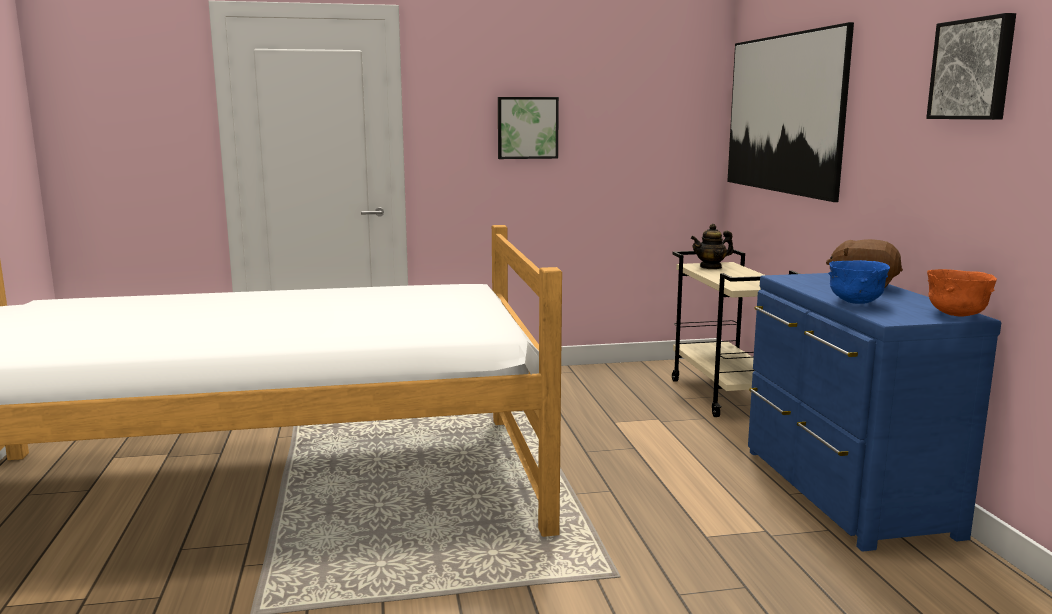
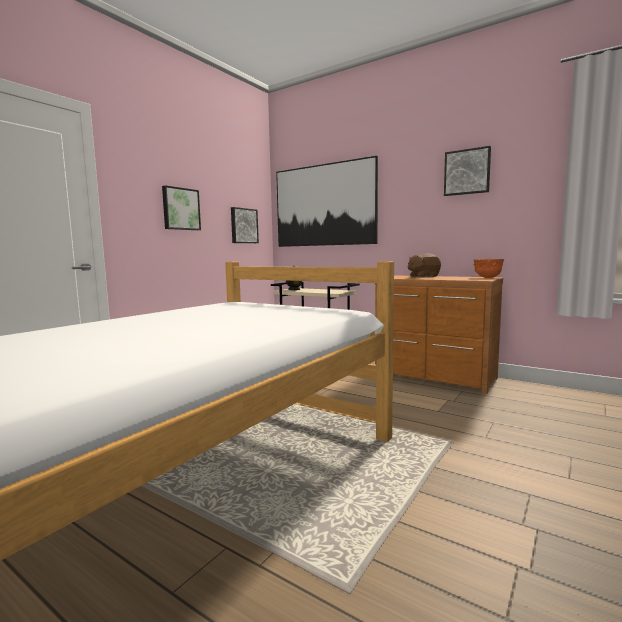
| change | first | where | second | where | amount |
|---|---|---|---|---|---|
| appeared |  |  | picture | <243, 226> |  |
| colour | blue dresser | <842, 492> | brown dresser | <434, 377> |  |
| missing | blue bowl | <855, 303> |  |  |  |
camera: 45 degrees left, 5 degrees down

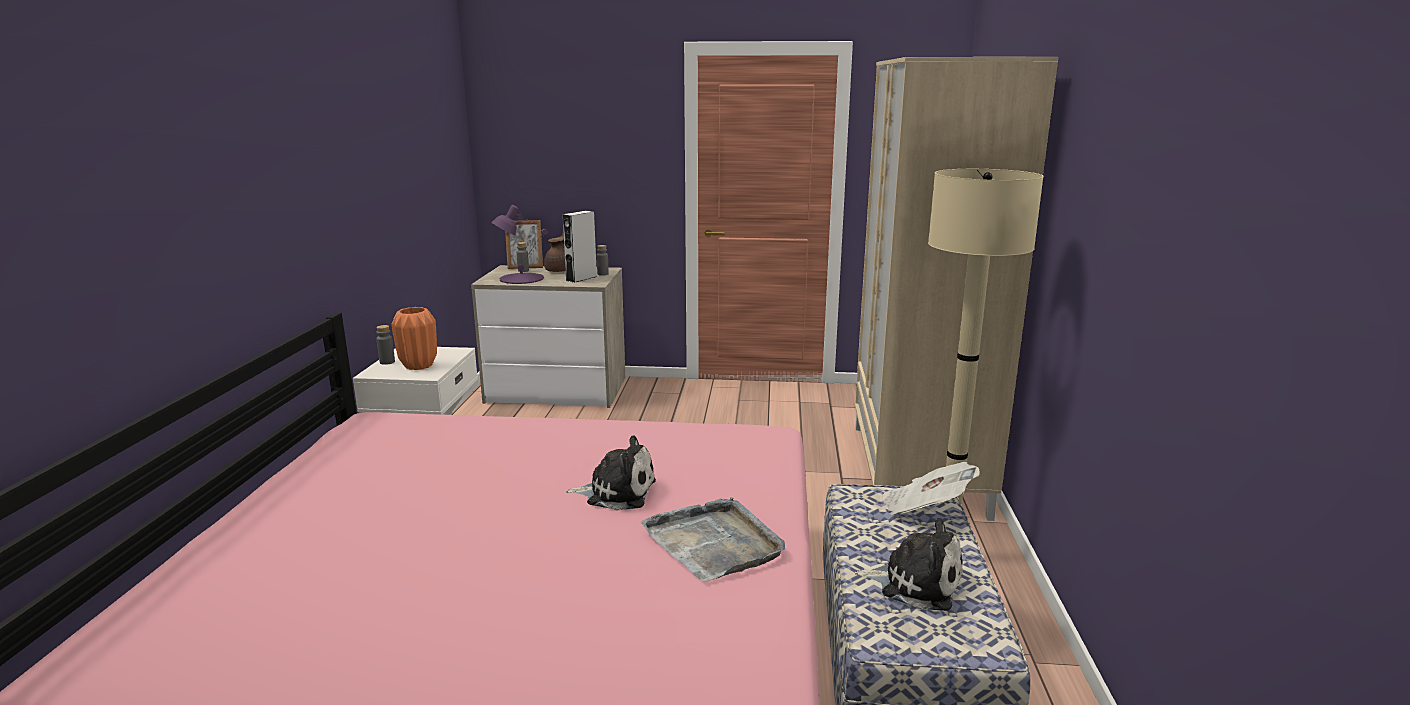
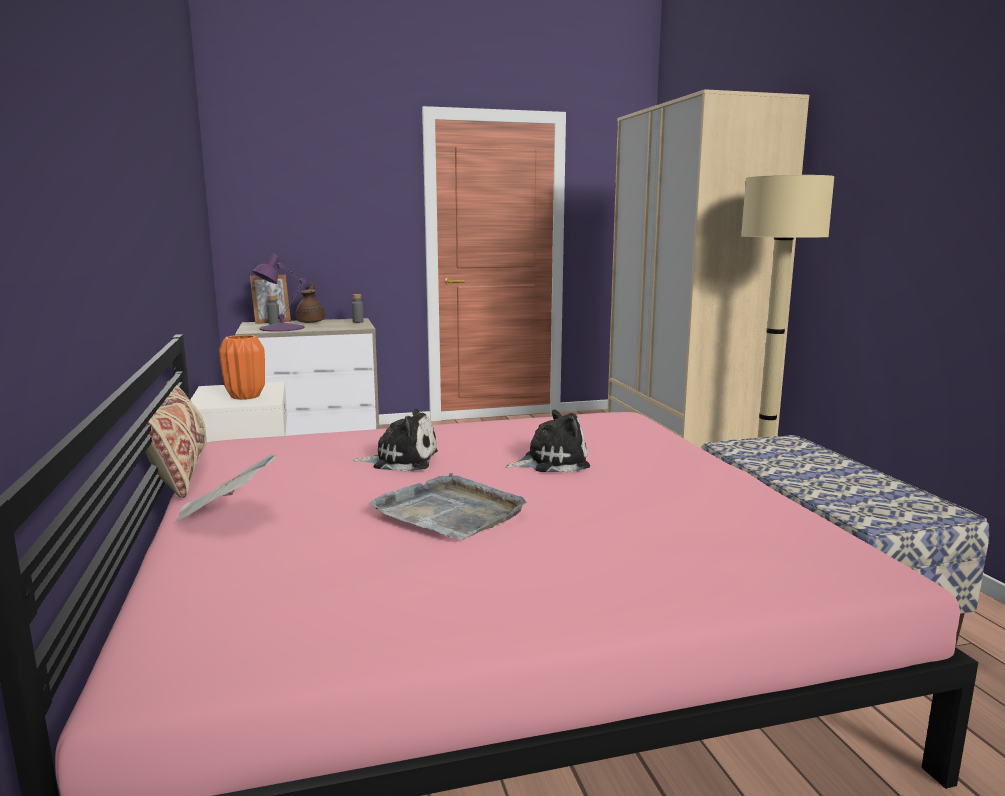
| change | first | where | second | where | amount |
|---|---|---|---|---|---|
| appeared |  |  | beige pillow | <180, 472> |  |
| relocated | newspaper | <925, 509> |  | <225, 514> |  |
| relocated | plush toy | <915, 583> |  | <401, 460> |  |
| relocated | grey tray | <714, 543> |  | <450, 511> |  |
| missing | grey bottle | <387, 362> |  |  |  |
| missing | grey speaker | <581, 278> |  |  |  |
camera: 20 degrees left, 5 degrees down

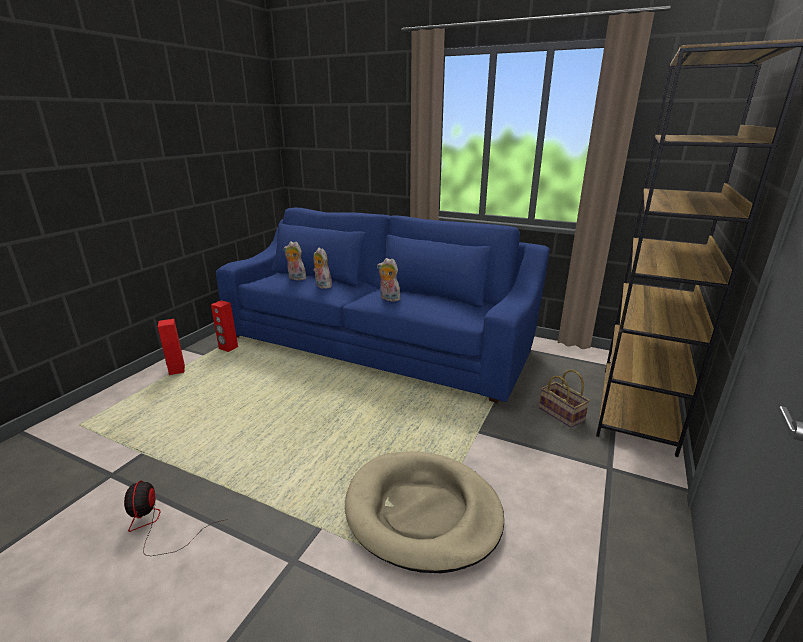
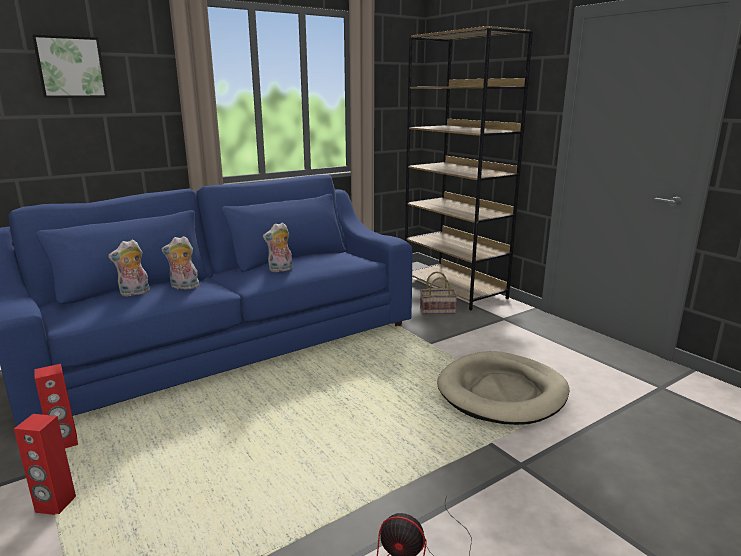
| change | first | where | second | where | amount |
|---|---|---|---|---|---|
| appeared |  |  | picture | <70, 67> |  |
camera: 60 degrees left, 5 degrees down

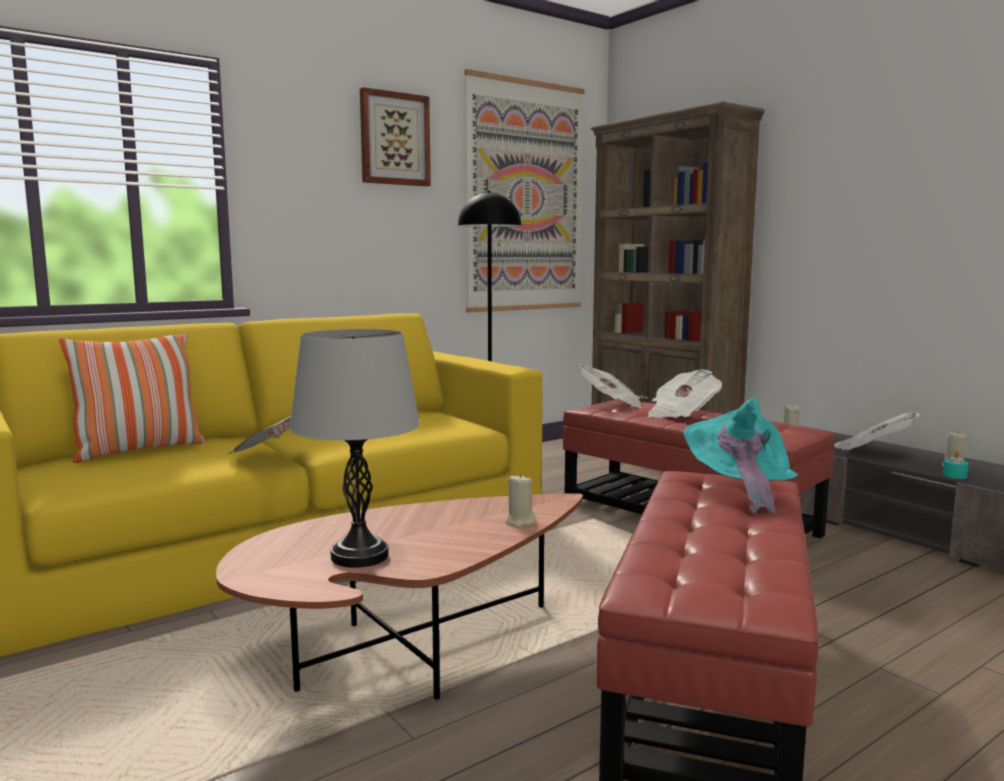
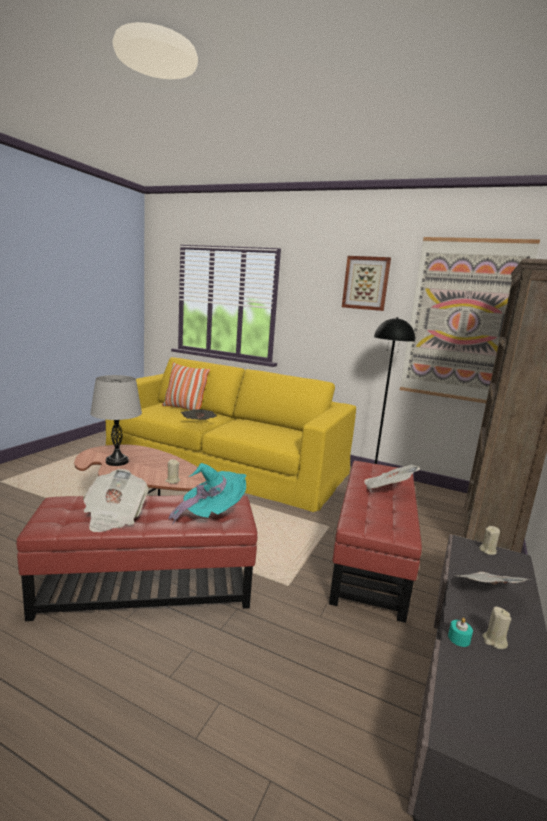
| change | first | where | second | where | amount |
|---|---|---|---|---|---|
| relocated | newspaper | <611, 404> |  | <114, 516> |  |
camera: 60 degrees right, 5 degrees up

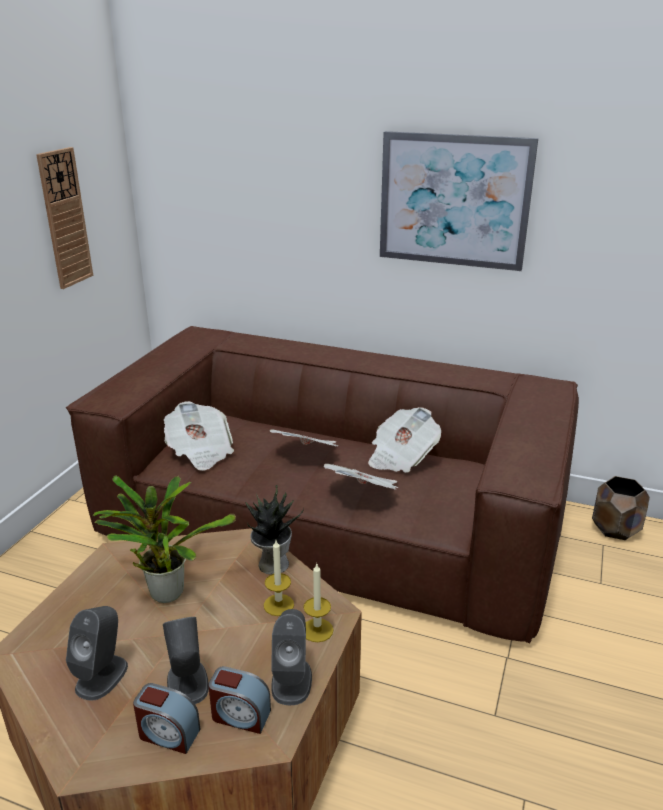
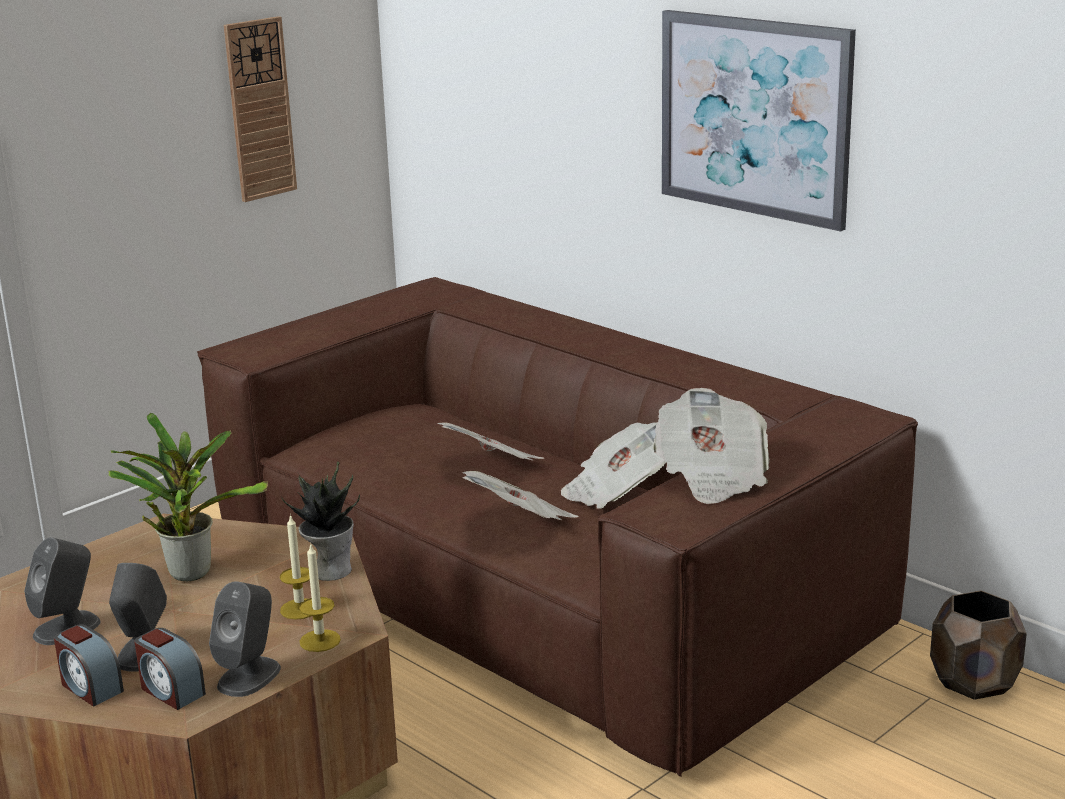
| change | first | where | second | where | amount |
|---|---|---|---|---|---|
| relocated | newspaper | <200, 452> |  | <711, 476> |  |
camera: 25 degrees right, 5 degrees down

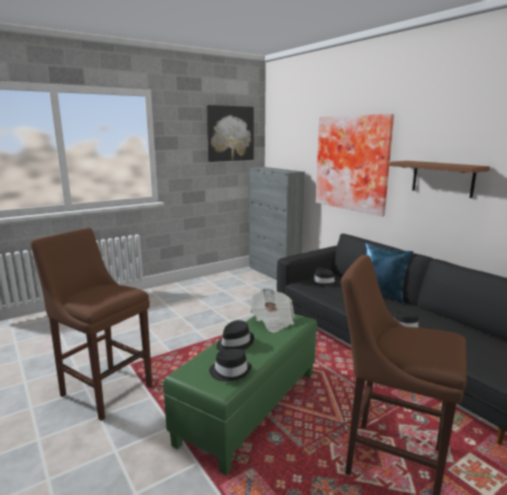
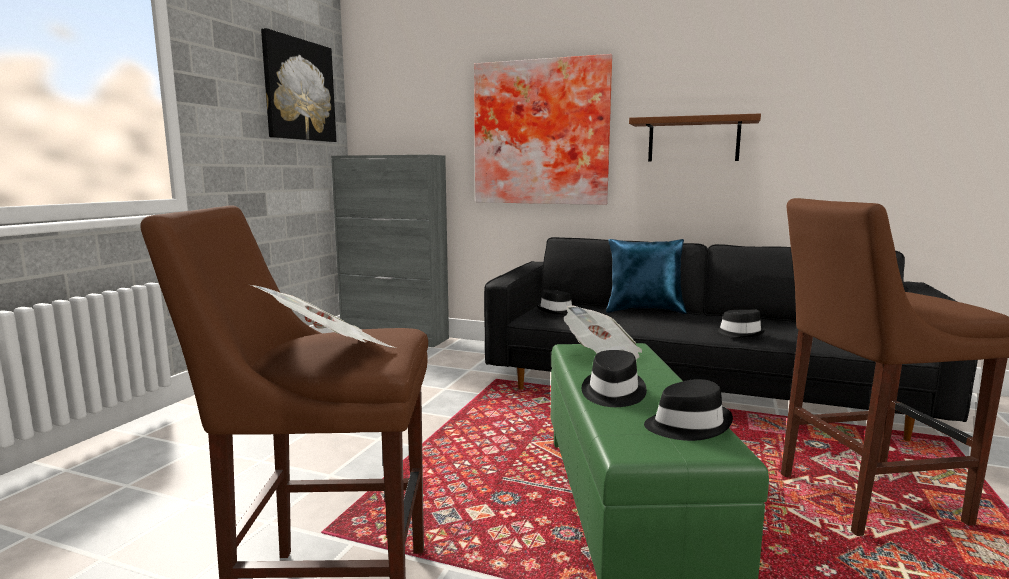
| change | first | where | second | where | amount |
|---|---|---|---|---|---|
| appeared |  |  | newspaper | <328, 352> |  |
camera: 35 degrees left, 5 degrees down

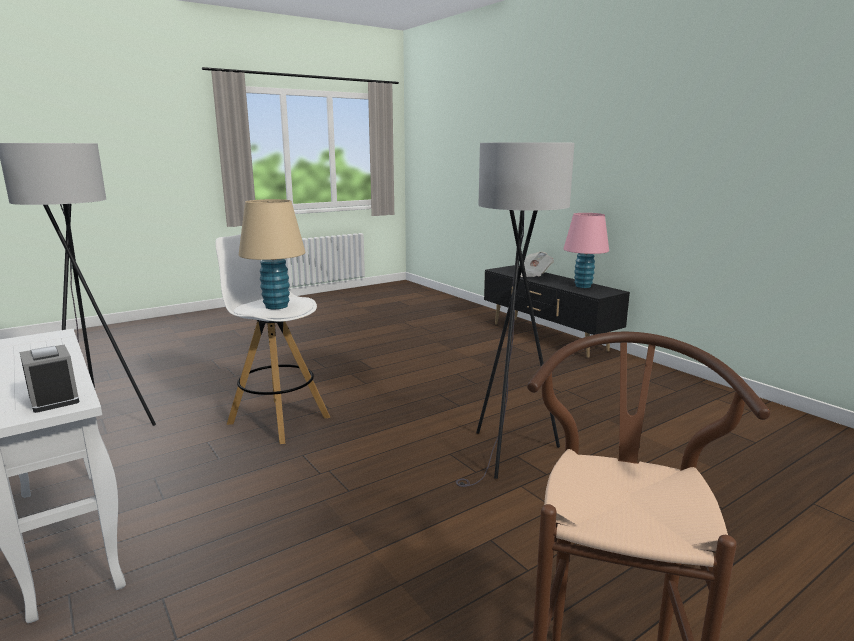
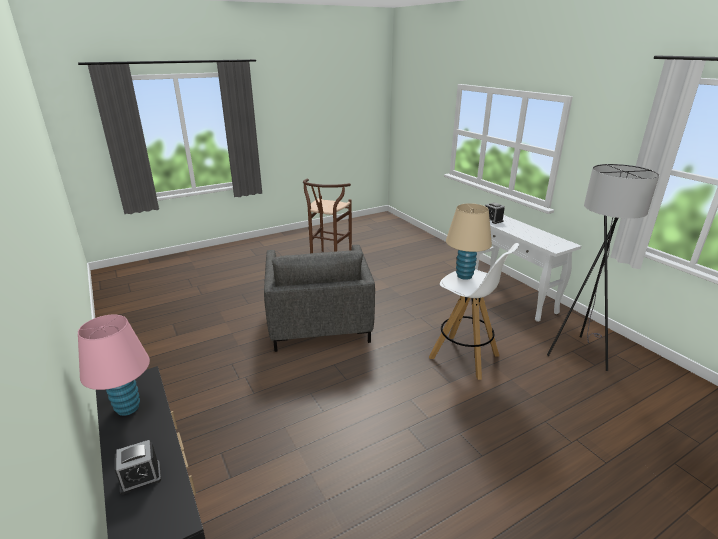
| change | first | where | second | where | amount |
|---|---|---|---|---|---|
| exchanged | newspaper | <533, 274> | alarm clock | <140, 477> |  |
| exchanged | grey floor lamp | <509, 456> | grey armchair | <319, 322> |  |
camera: 175 degrees left, 10 degrees up

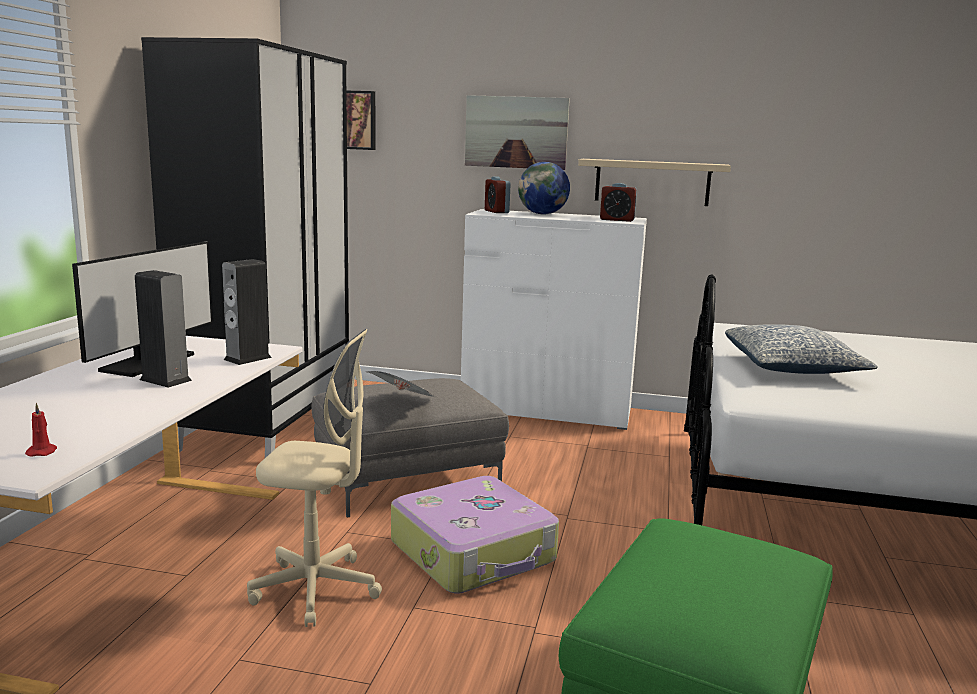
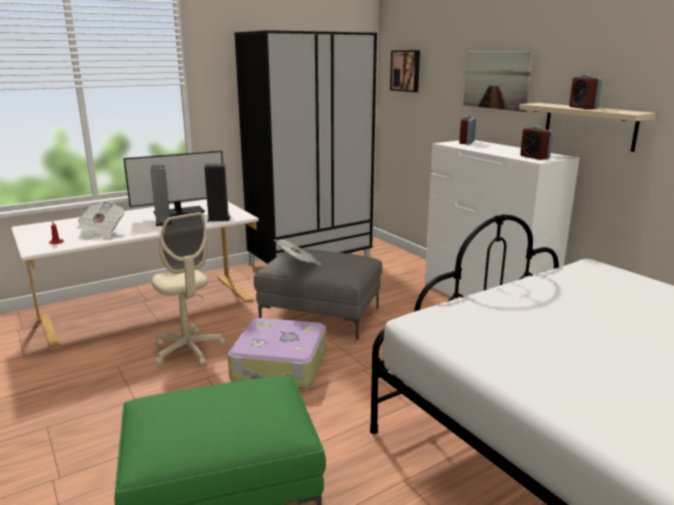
| change | first | where | second | where | amount |
|---|---|---|---|---|---|
| appeared |  |  | newspaper | <100, 233> |  |
| appeared |  |  | alarm clock | <583, 108> |  |
| missing | globe | <542, 214> |  |  |  |
| missing | pillow | <792, 368> |  |  |  |
camera: 45 degrees right, 5 degrees up

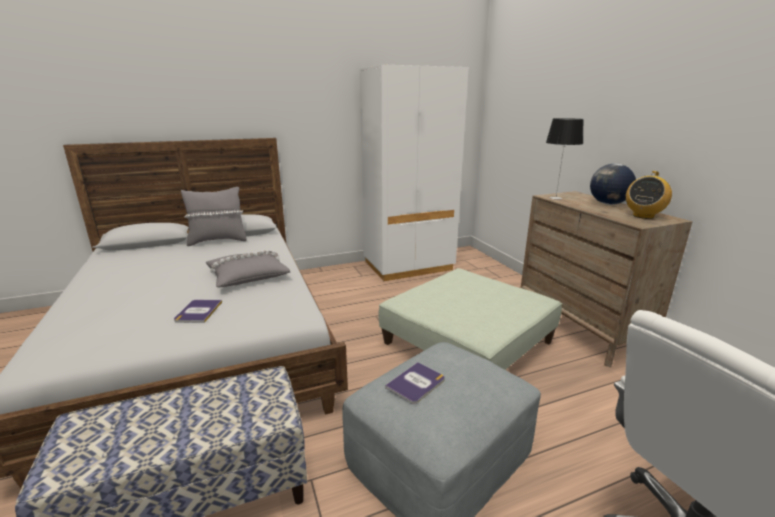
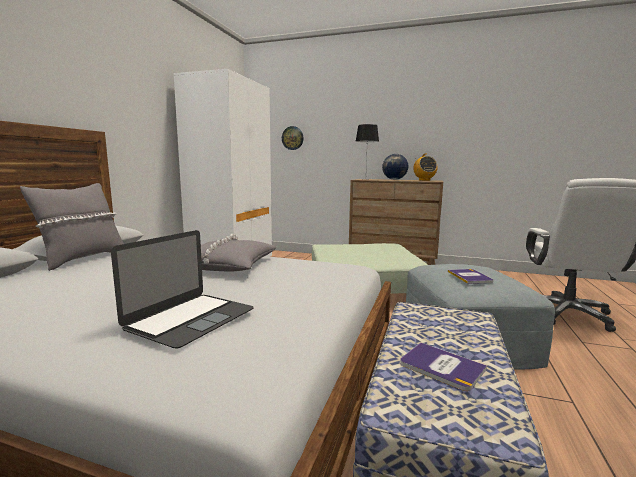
| change | first | where | second | where | amount |
|---|---|---|---|---|---|
| appeared |  |  | laptop | <190, 318> |  |
| appeared |  |  | wall clock | <292, 138> |  |
| relocated | book | <198, 311> |  | <441, 367> |  |
camera: 50 degrees left, 10 degrees down

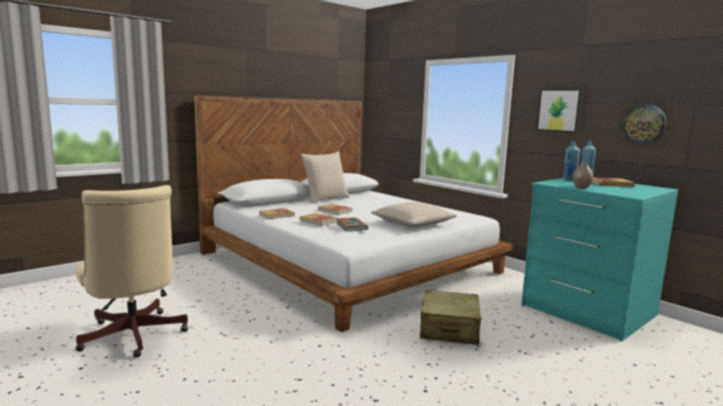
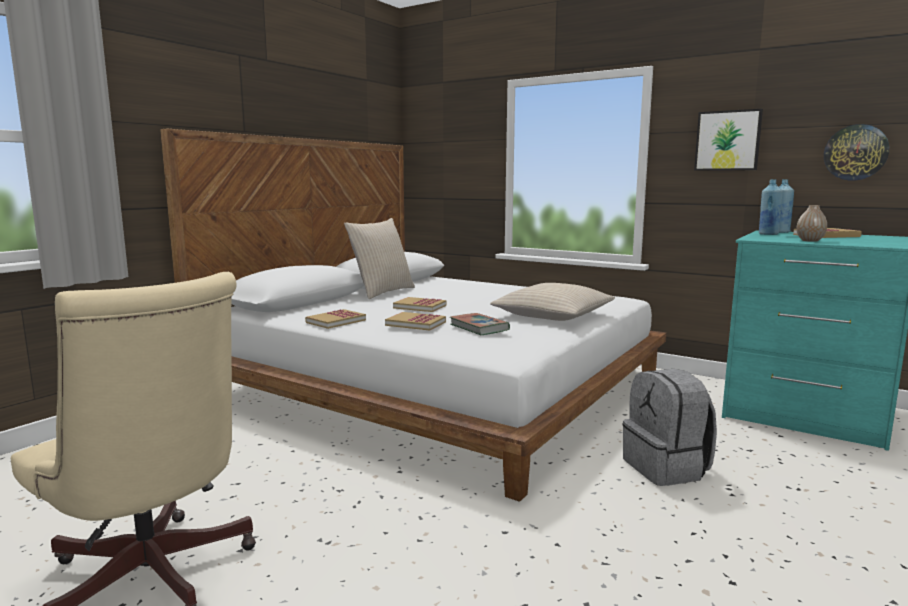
| change | first | where | second | where | amount |
|---|---|---|---|---|---|
| exchanged | beige suitcase | <449, 329> | grey backpack | <666, 468> |  |
camera: 15 degrees left, 0 degrees up

